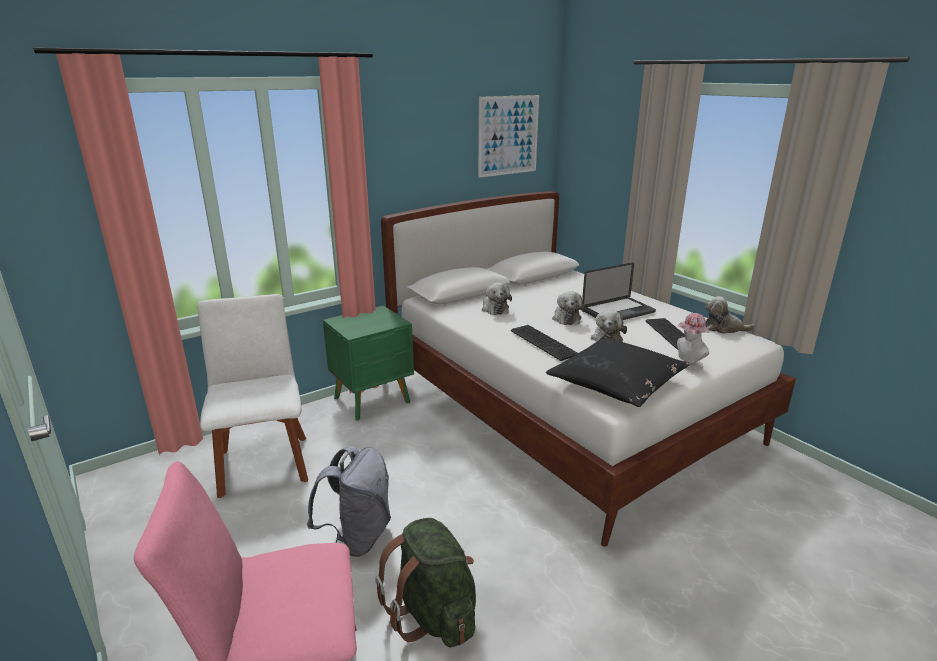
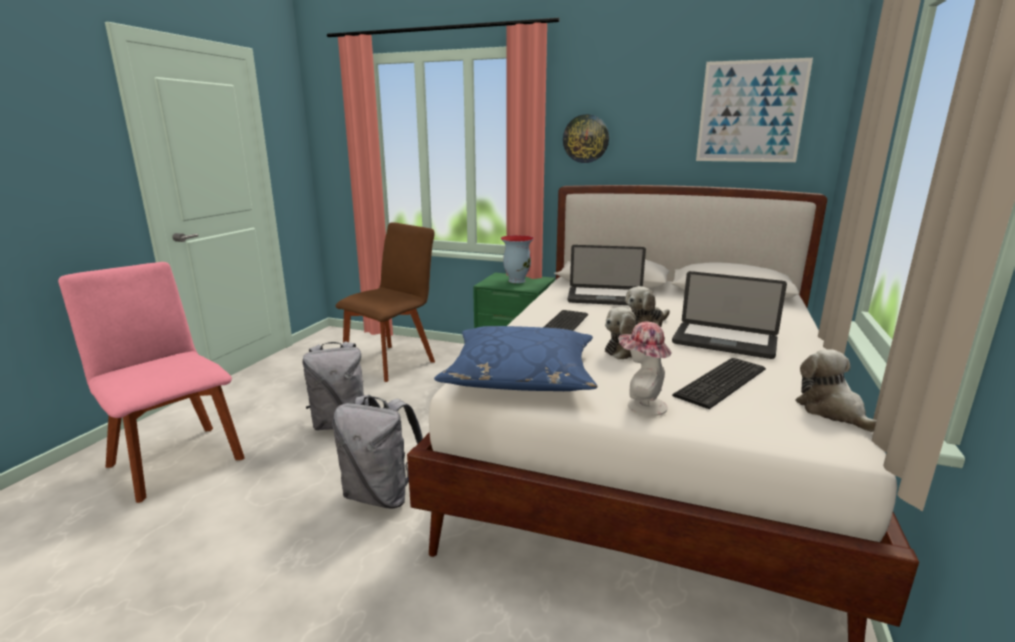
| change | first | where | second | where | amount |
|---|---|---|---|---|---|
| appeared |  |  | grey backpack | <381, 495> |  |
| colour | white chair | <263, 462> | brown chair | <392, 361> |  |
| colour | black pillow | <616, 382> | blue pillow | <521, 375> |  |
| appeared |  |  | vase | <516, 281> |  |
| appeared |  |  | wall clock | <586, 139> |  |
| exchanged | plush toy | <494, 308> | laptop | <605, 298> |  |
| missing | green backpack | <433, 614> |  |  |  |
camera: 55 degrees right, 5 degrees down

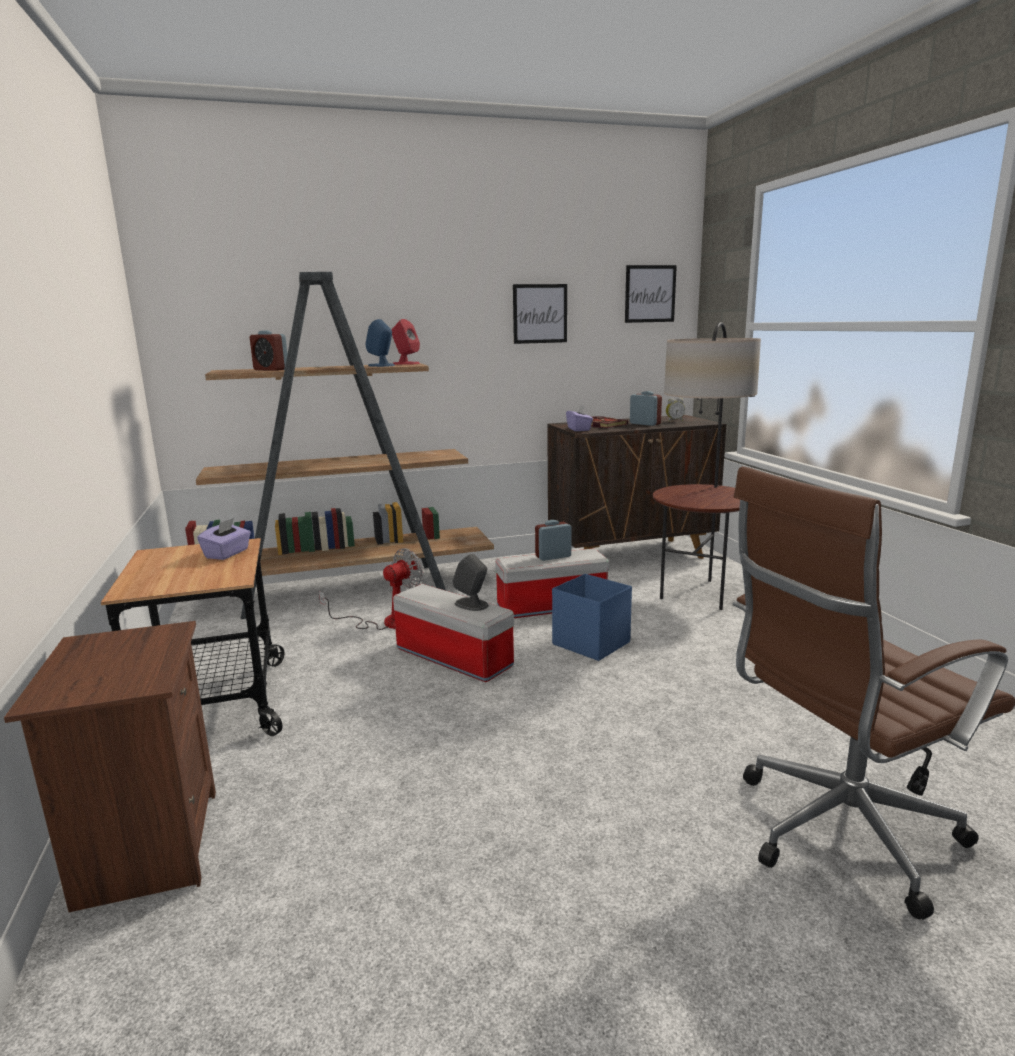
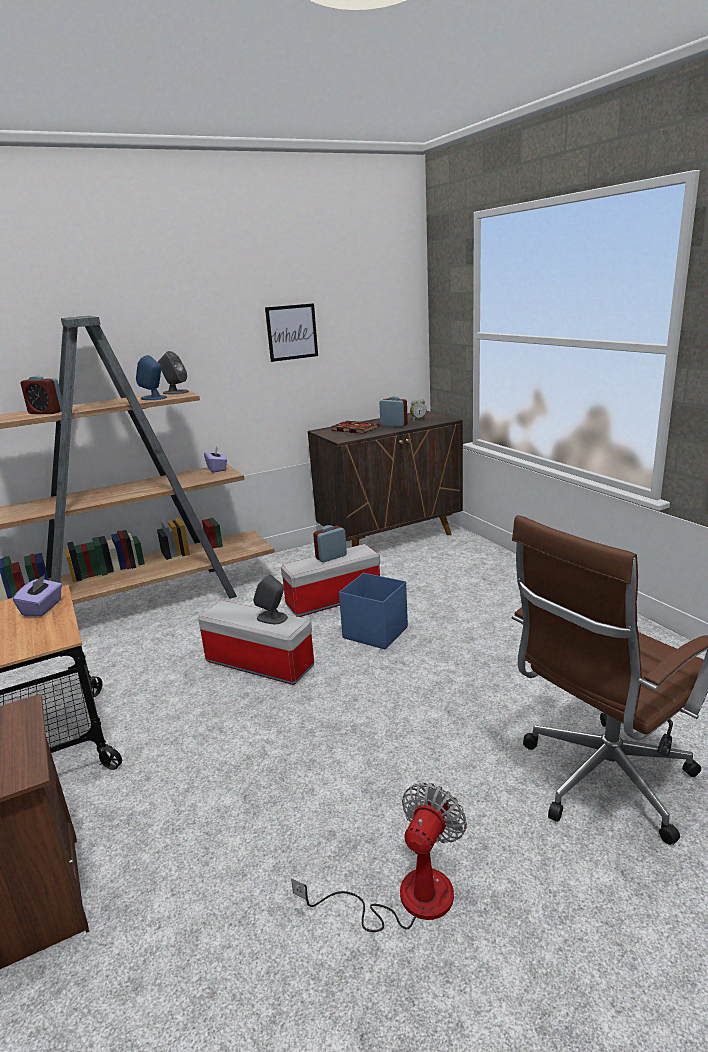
| change | first | where | second | where | amount |
|---|---|---|---|---|---|
| colour | red speaker | <406, 363> | grey speaker | <175, 392> |  |
| relocated | purple tissue box | <579, 429> |  | <217, 469> |  |
| relocated | fan | <387, 622> |  | <405, 898> |  |
| missing | picture | <650, 294> |  |  |  |
| missing | floor lamp | <699, 593> |  |  |  |
camera: 10 degrees left, 5 degrees up

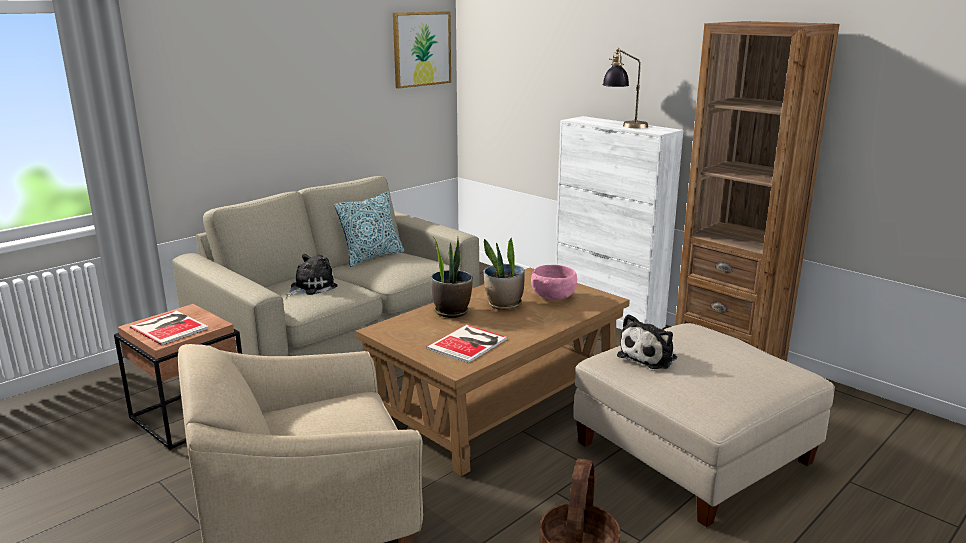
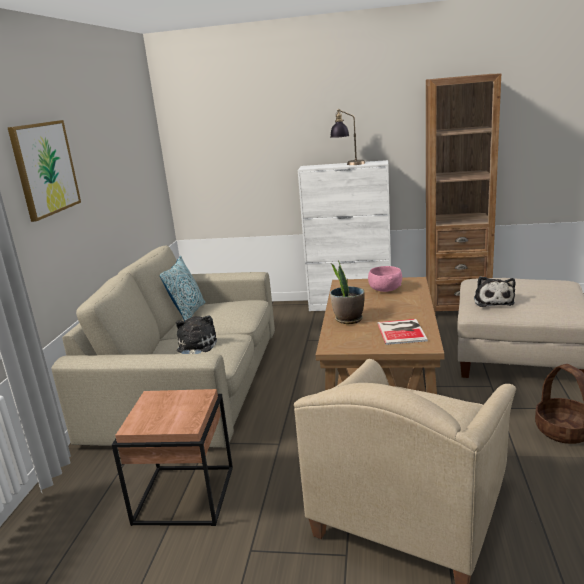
| change | first | where | second | where | amount |
|---|---|---|---|---|---|
| relocated | picture | <421, 49> |  | <45, 168> |  |
| missing | book | <169, 327> |  |  |  |
| missing | potted plant | <504, 305> |  |  |  |
camera: 35 degrees left, 0 degrees up

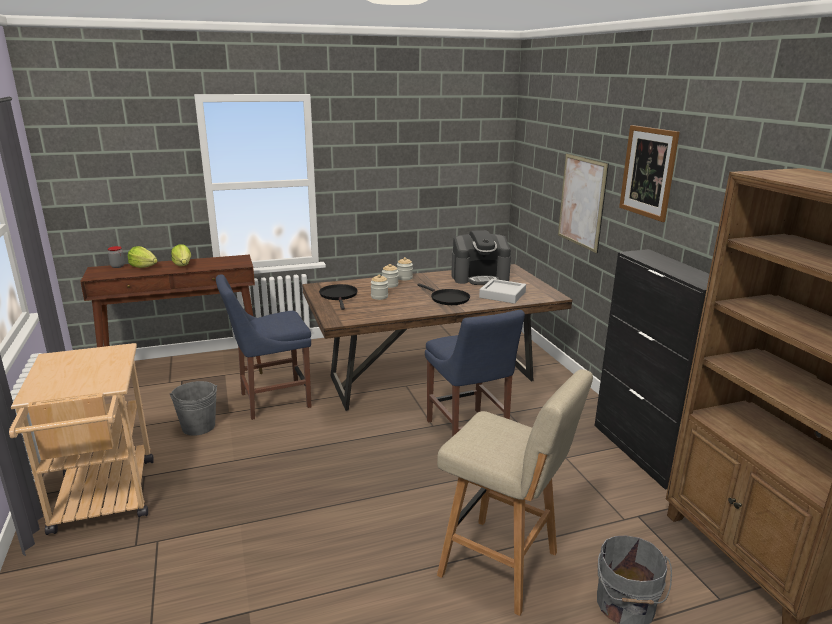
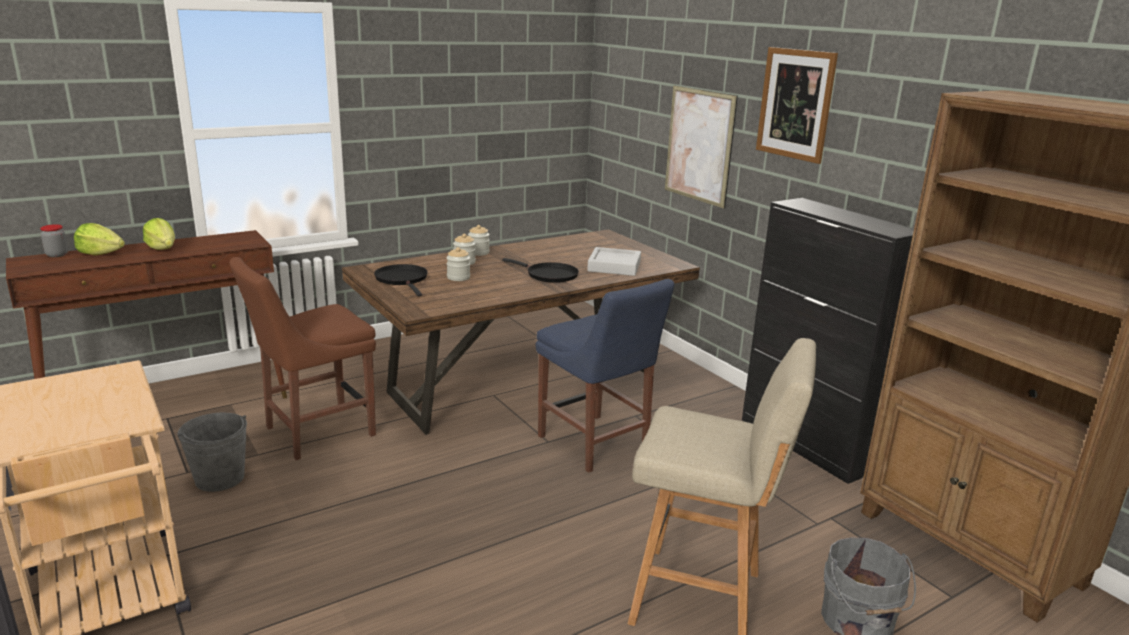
| change | first | where | second | where | amount |
|---|---|---|---|---|---|
| colour | blue chair | <271, 401> | brown chair | <314, 432> |  |
| missing | coffee machine | <480, 277> |  |  |  |
camera: 15 degrees left, 0 degrees up

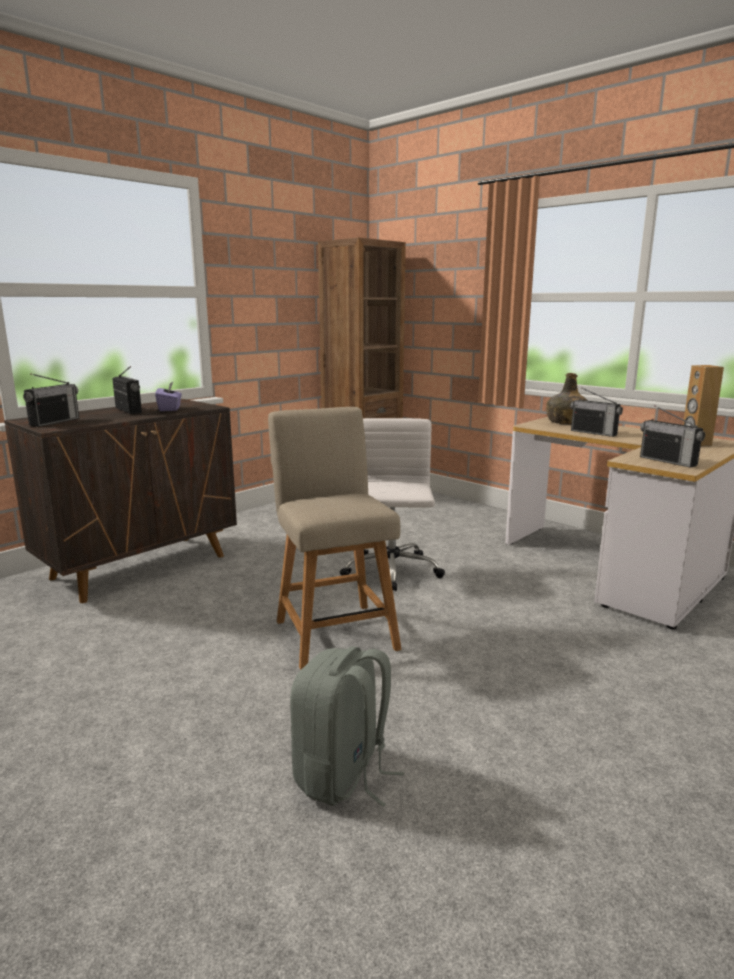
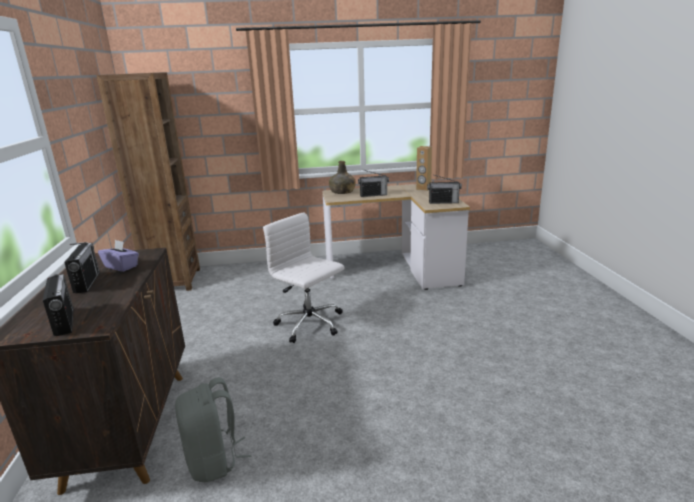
| change | first | where | second | where | amount |
|---|---|---|---|---|---|
| spun | radio | <128, 410> |  | <87, 282> | 75 degrees clockwise |
| relocated | grey backpack | <343, 776> |  | <214, 460> |  |
| missing | beige chair | <334, 631> |  |  |  |
camera: 50 degrees left, 5 degrees up

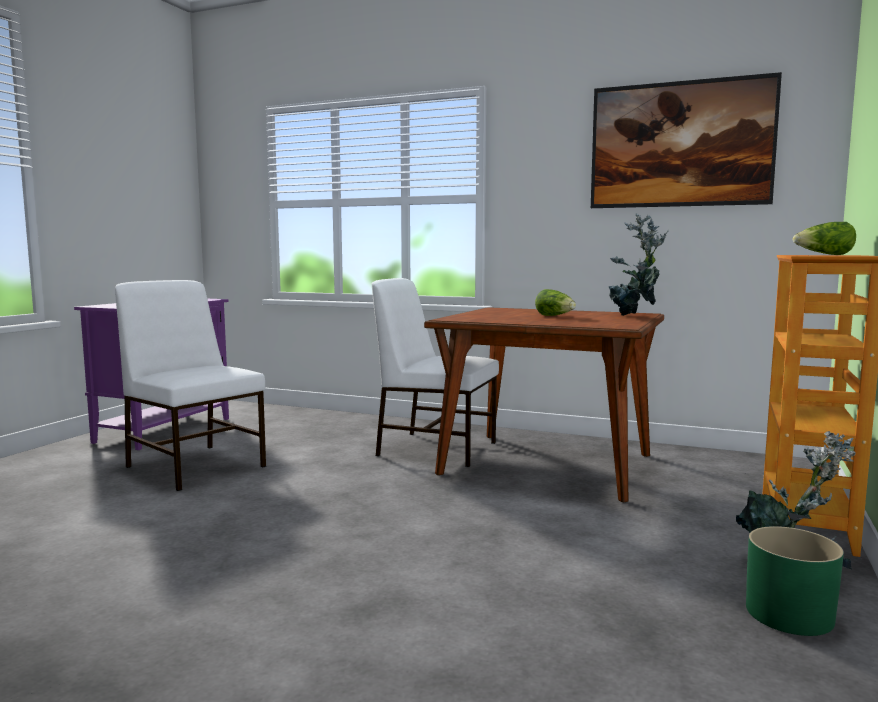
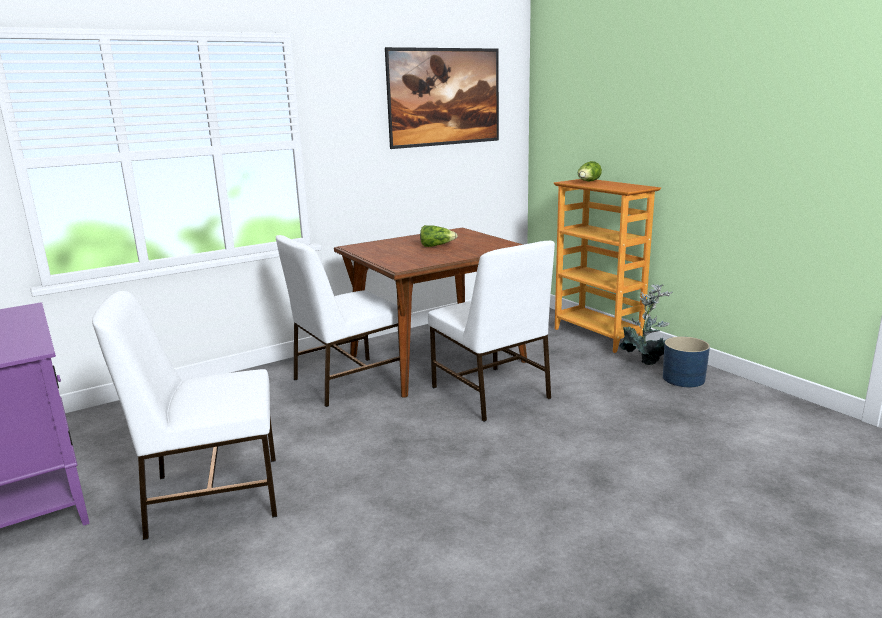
| change | first | where | second | where | amount |
|---|---|---|---|---|---|
| appeared |  |  | white chair | <490, 393> |  |
| colour | green planter | <789, 614> | blue planter | <684, 379> |  |
| missing | potted plant | <635, 316> |  |  |  |
camera: 55 degrees left, 10 degrees up

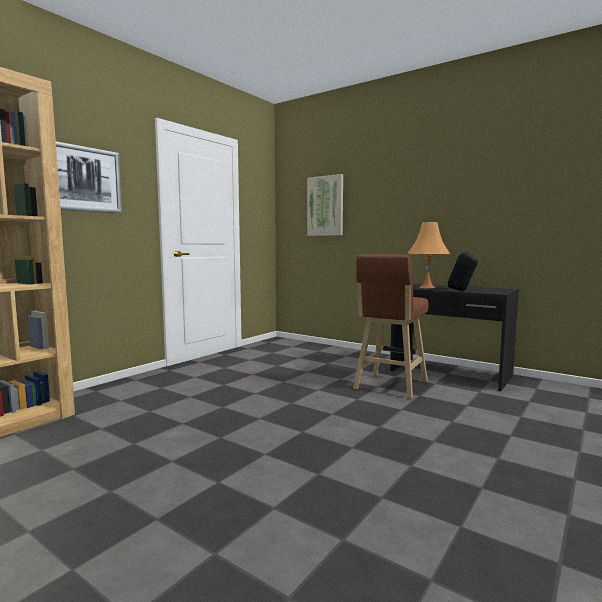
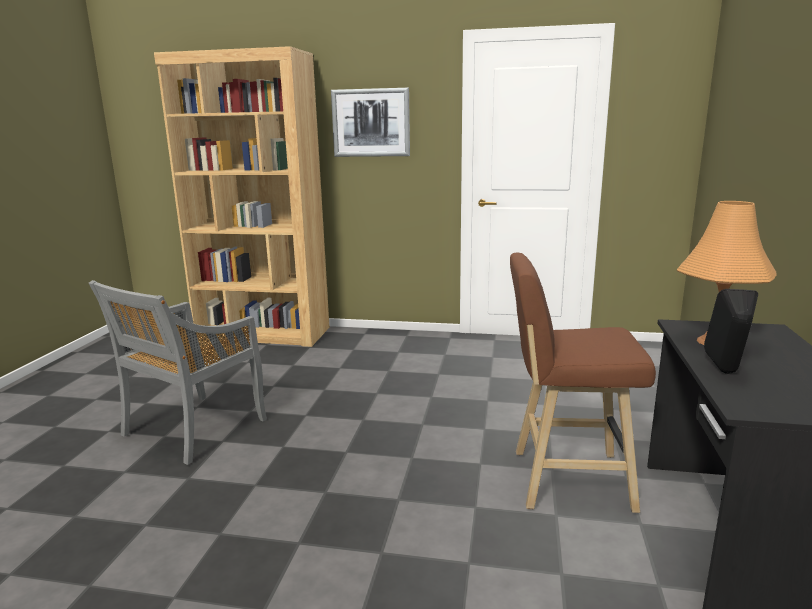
| change | first | where | second | where | amount |
|---|---|---|---|---|---|
| appeared |  |  | grey chair | <193, 429> |  |
| missing | picture | <325, 206> |  |  |  |
camera: 65 degrees right, 10 degrees up

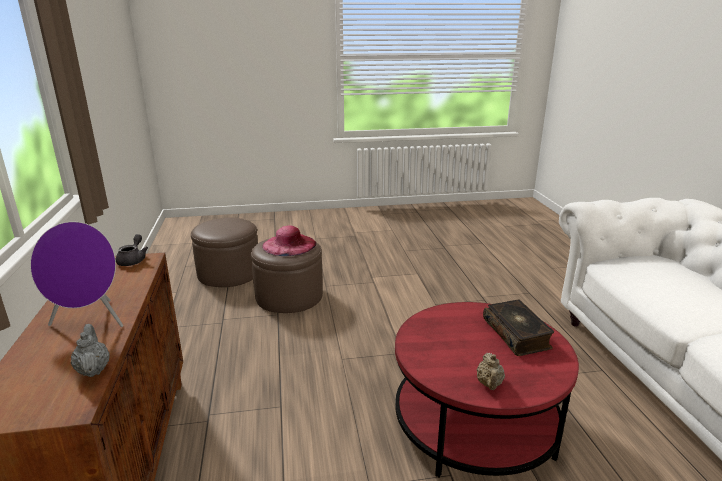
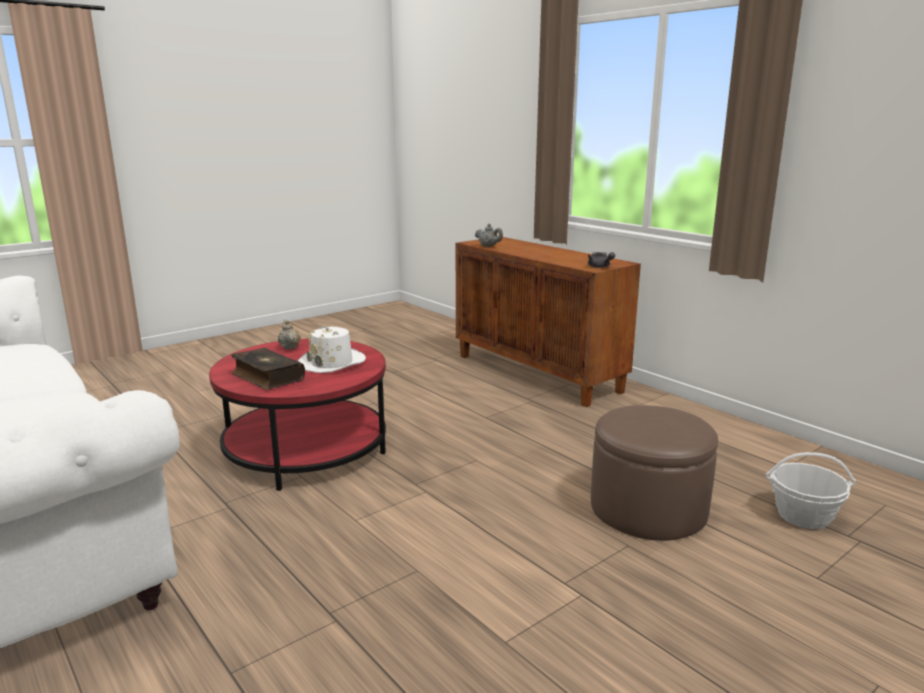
| change | first | where | second | where | amount |
|---|---|---|---|---|---|
| appeared |  |  | white hat | <332, 363> |  |
| exchanged | brown ottoman | <229, 273> | basket | <803, 516> |  |
| missing | purple speaker | <90, 321> |  |  |  |
| missing | pink hat | <289, 244> |  |  |  |
camera: 150 degrees right, 5 degrees down

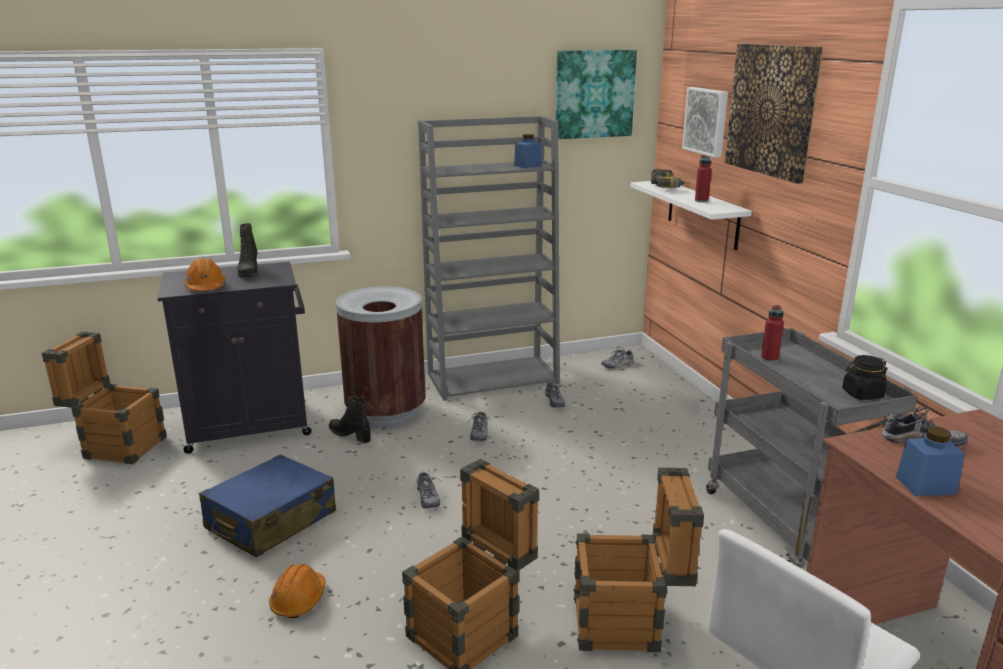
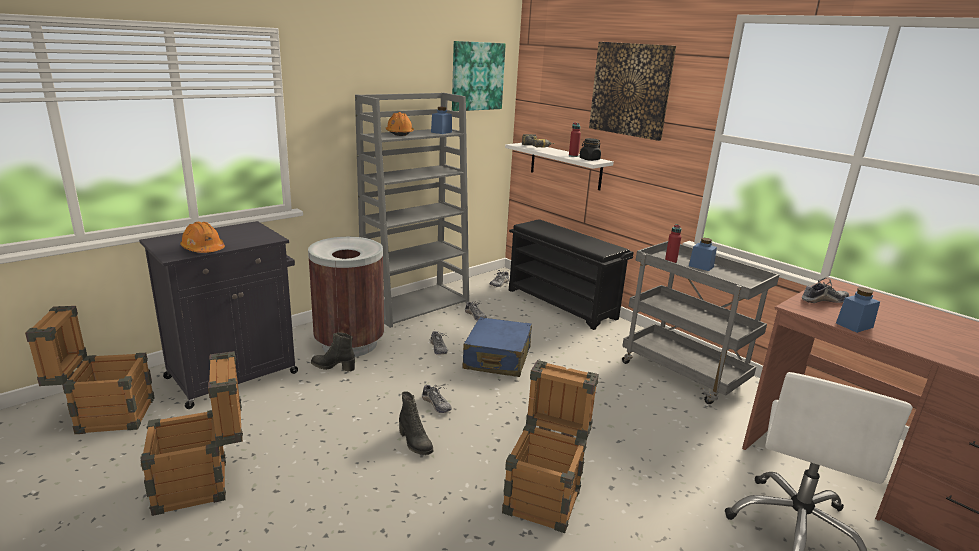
| change | first | where | second | where | amount |
|---|---|---|---|---|---|
| relocated | crate | <629, 623> |  | <203, 484> |  |
| relocated | orange hard hat | <299, 600> |  | <399, 133> |  |
| relocated | black boot | <248, 273> |  | <414, 442> |  |
| relocated | blue suitcase | <270, 521> |  | <497, 358> |  |
| appeared |  |  | black shoe rack | <562, 304> |  |
| relocated | black jar | <862, 394> |  | <589, 159> |  |
| appeared |  |  | blue jar | <701, 266> |  |
| missing | picture | <707, 121> |  |  |  |
camera: 25 degrees left, 0 degrees up

